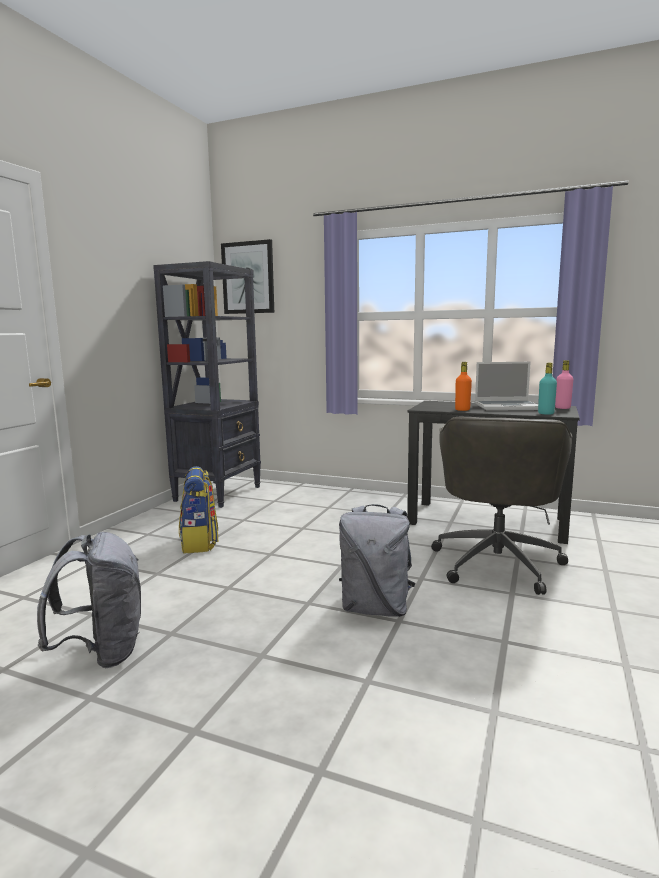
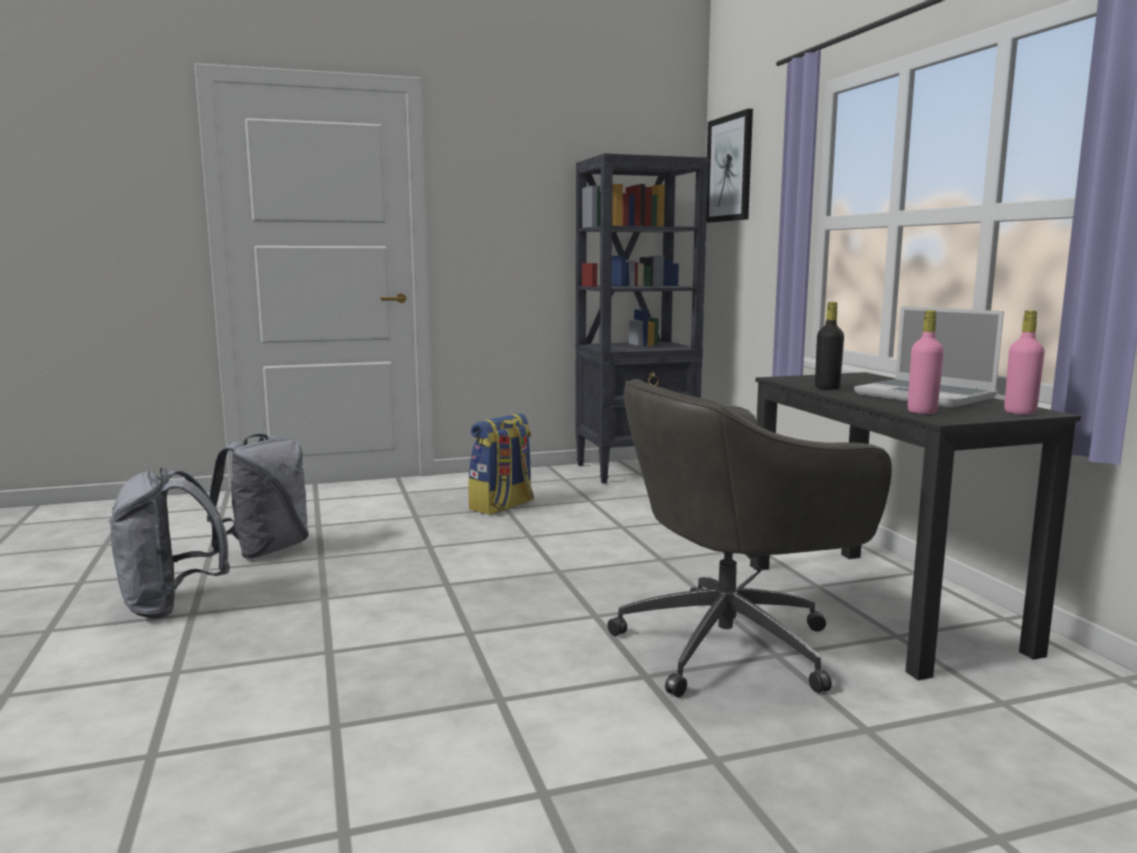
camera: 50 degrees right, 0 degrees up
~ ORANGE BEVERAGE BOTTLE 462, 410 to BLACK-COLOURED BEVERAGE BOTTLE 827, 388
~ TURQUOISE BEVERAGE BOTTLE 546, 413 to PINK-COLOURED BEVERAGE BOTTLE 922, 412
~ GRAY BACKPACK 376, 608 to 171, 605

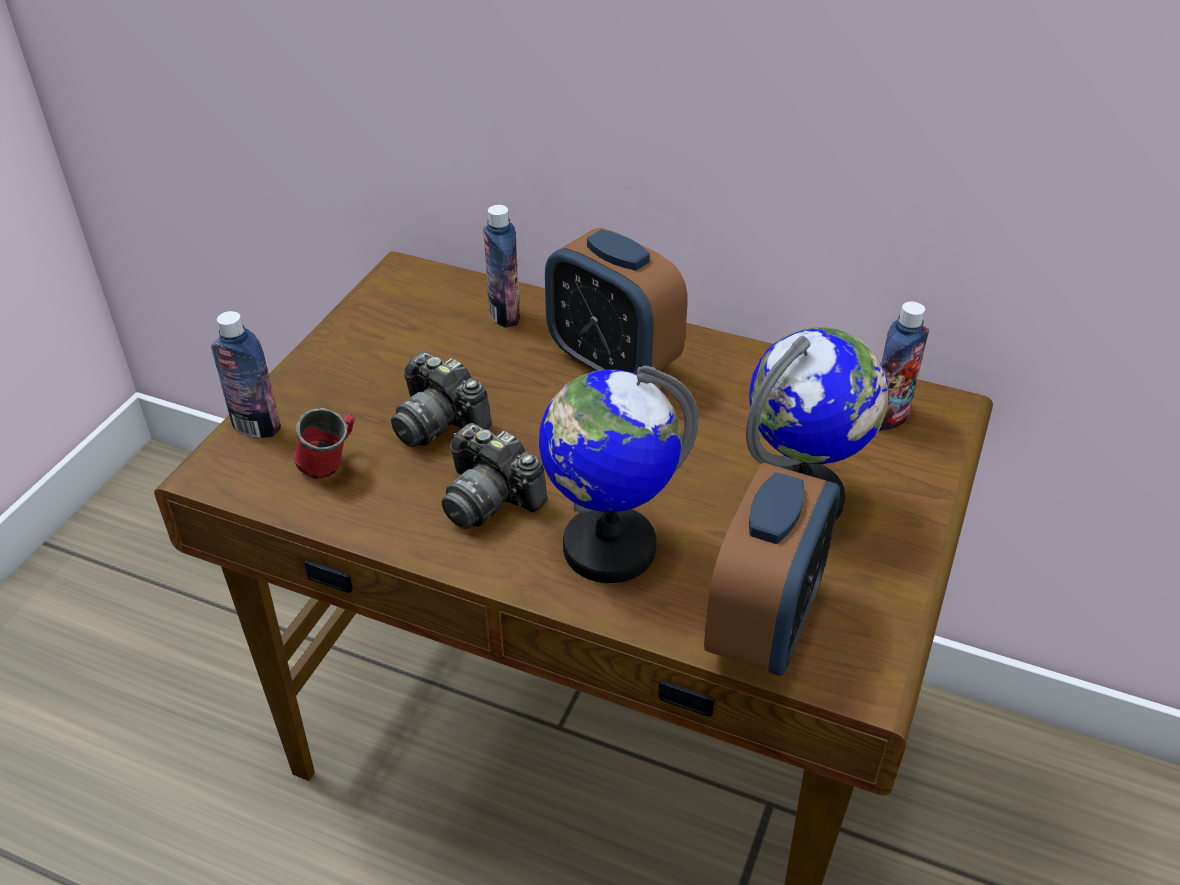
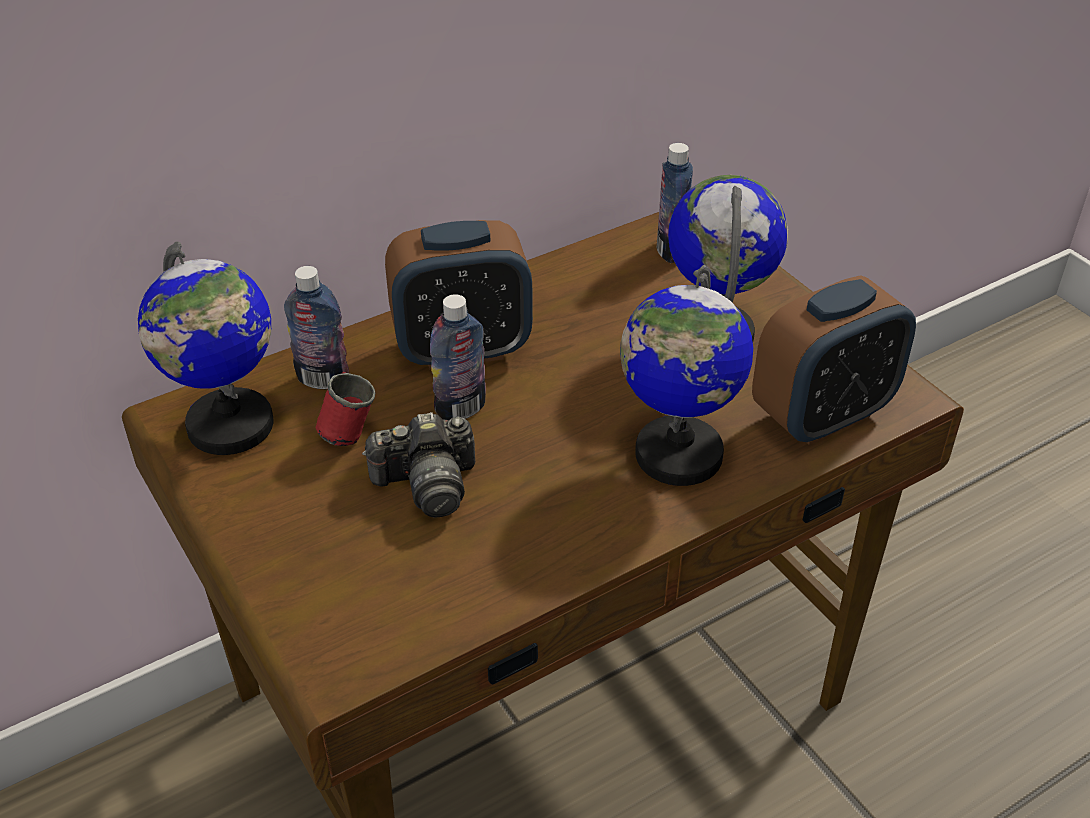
camera: 55 degrees left, 0 degrees up
~ BEVERAGE BOTTLE 256, 427 to 460, 409
~ REDDISH MUG 332, 465 to 348, 429
- PHOTO CAMERA 489, 498
~ ALARM CLOCK 764, 625 = 823, 415 90 degrees clockwise
+ GLOBE 230, 426

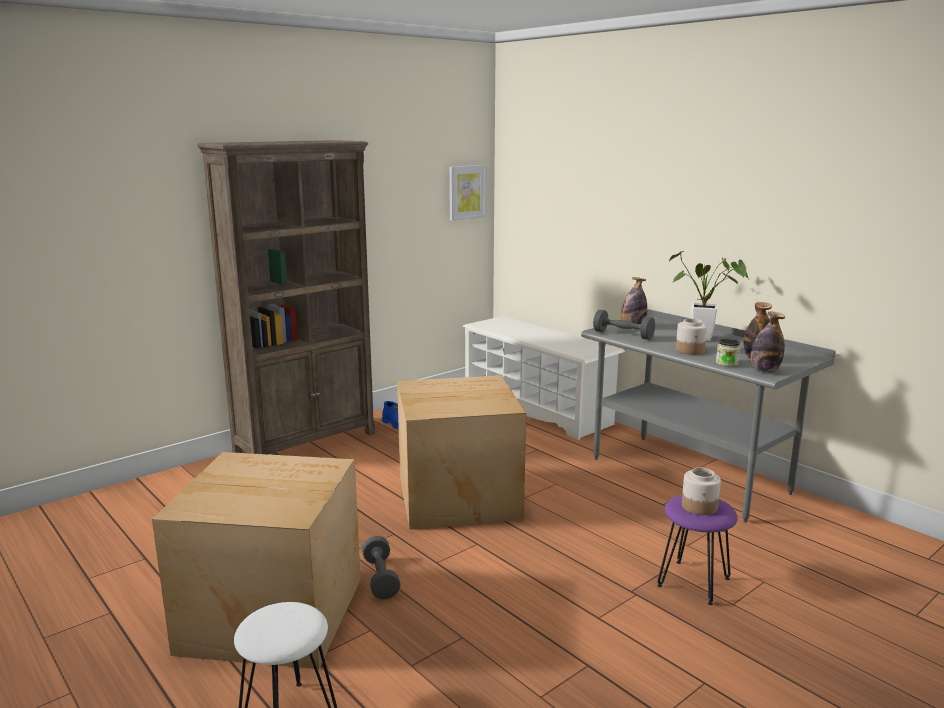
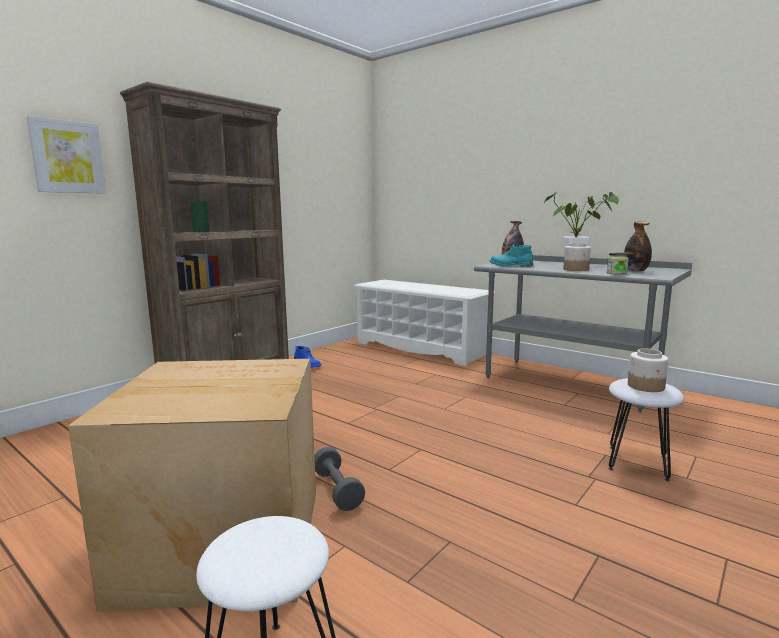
camera: 10 degrees left, 5 degrees down
~ WALL PICTURE 467, 192 to 67, 157
~ GRAY HAND WEIGHT 623, 335 to TURQUOISE BOOT 510, 266
- BEVERAGE BOTTLE 764, 371
- CARDBOARD BOX 456, 496
~ PURPLE STOOL 694, 582 to WHITE-COLOURED STOOL 638, 463

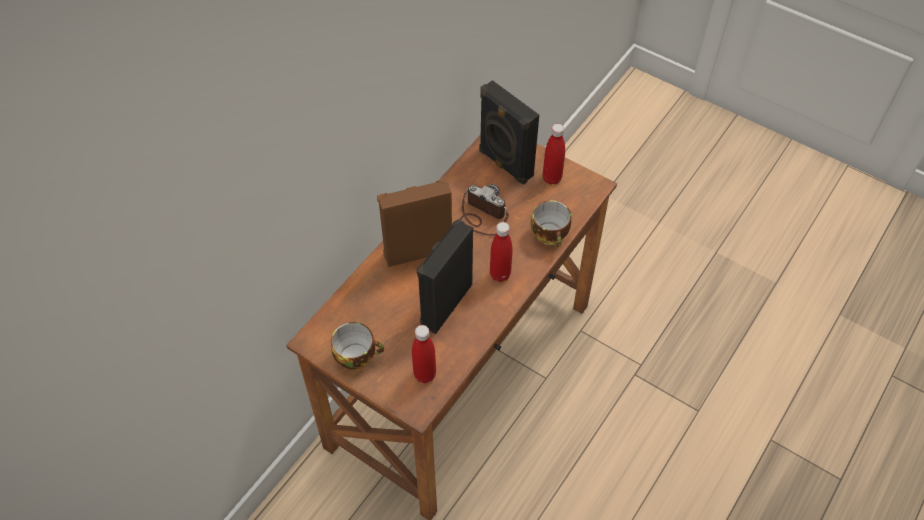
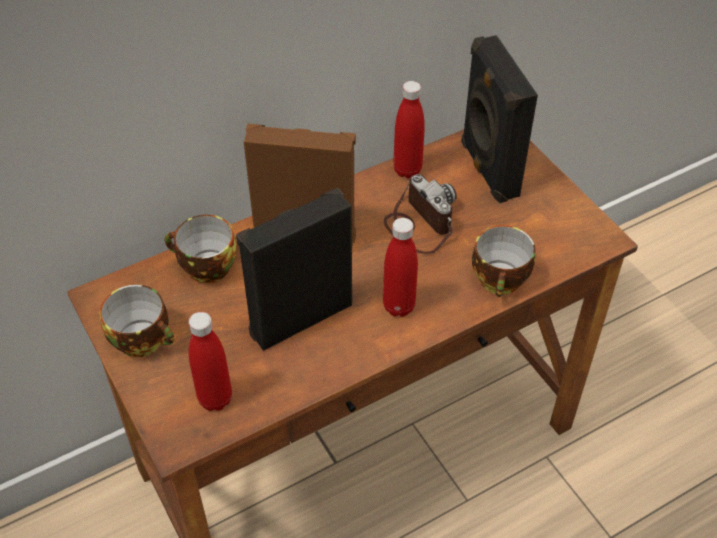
camera: 25 degrees right, 5 degrees down
~ REDDISH BEVERAGE BOTTLE 552, 178 to 407, 170
+ CUP 205, 268

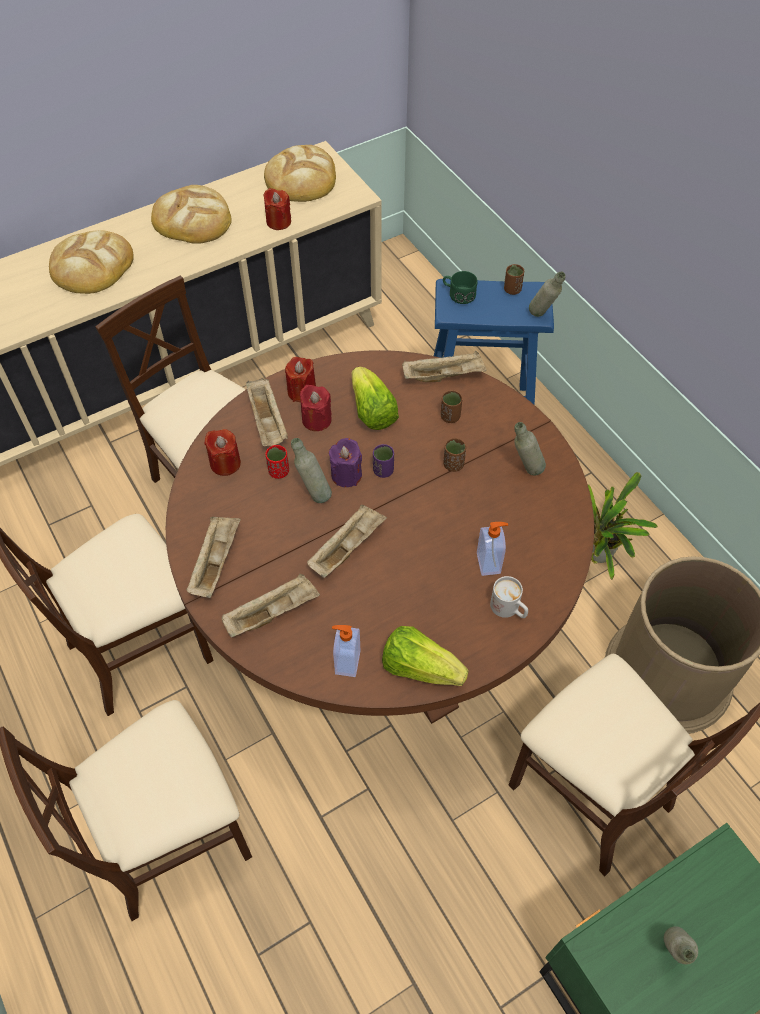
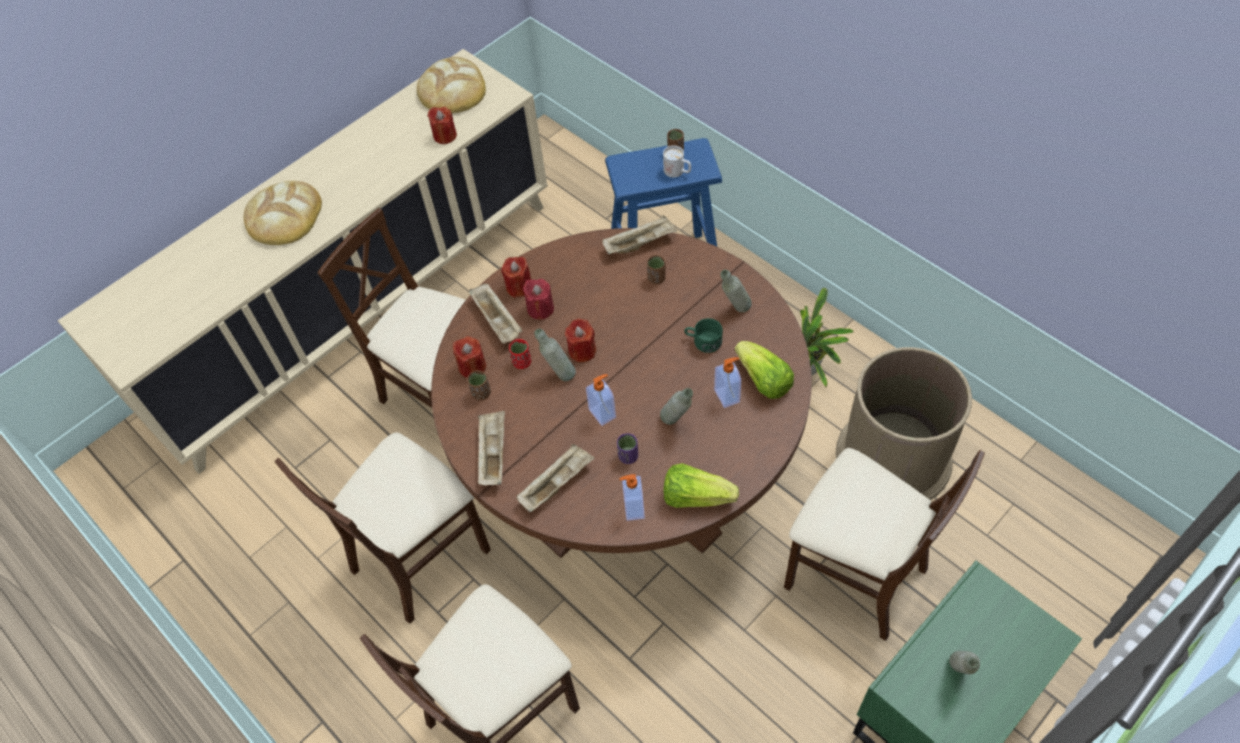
camera: 10 degrees left, 0 degrees up
- BAKED BREAD 192, 219
~ GREEN MUG 458, 294 to 703, 341
~ GRAY BEVERAGE BOTTLE 542, 317 to 677, 423
~ LETTUCE HEAD 372, 411 to 763, 380
~ PURPLE WAX CANDLE 346, 475 to REDDISH WAX CANDLE 582, 351
~ BROWNISH CUP 453, 464 to 481, 393
~ PURPLE CUP 383, 470 to 628, 456
~ BEIGE CARRYING TRAY 347, 548 to LIQUID SOAP BOTTLE 603, 413
~ WHITE-COLOURED MUG 509, 609 to 677, 172

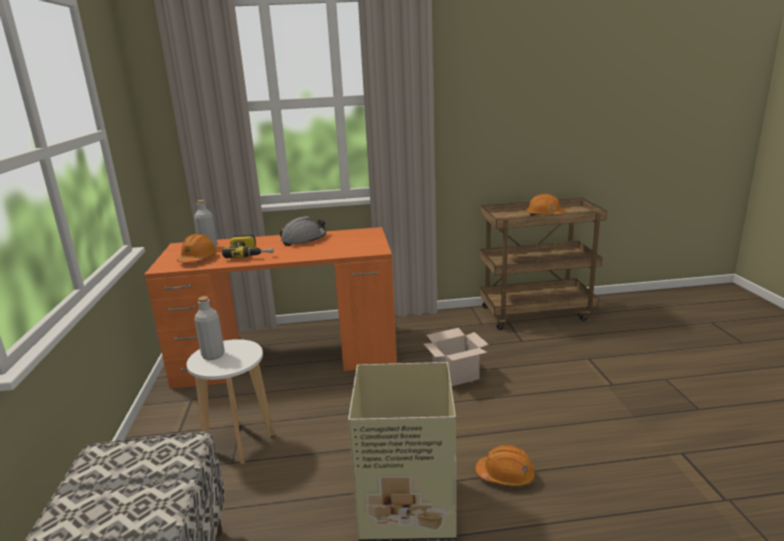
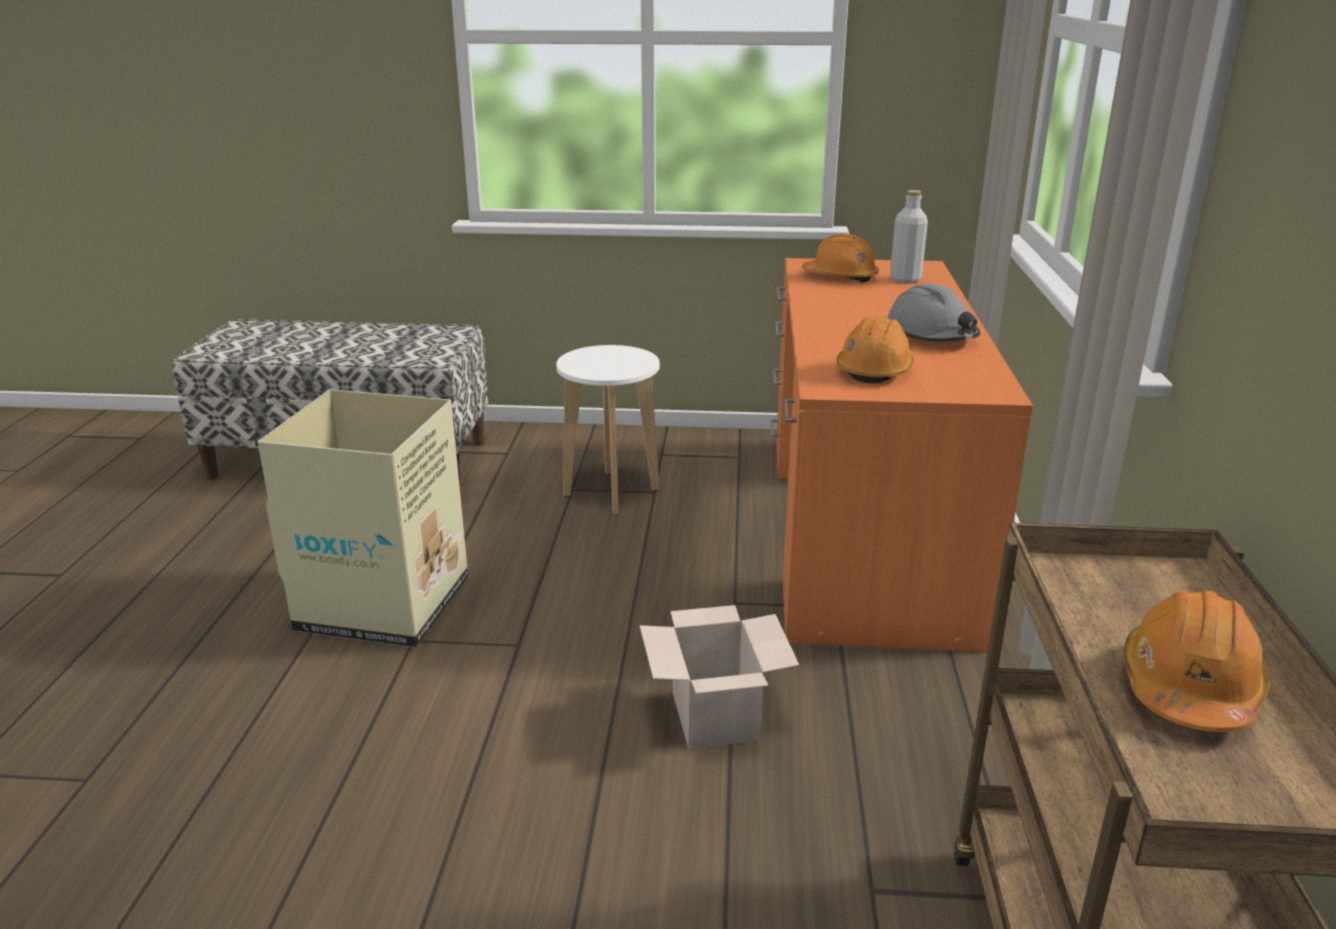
camera: 100 degrees right, 5 degrees up
- POWER DRILL 251, 253
- GRAY BEVERAGE BOTTLE 213, 355
~ ORANGE HARD HAT 506, 475 to 875, 370

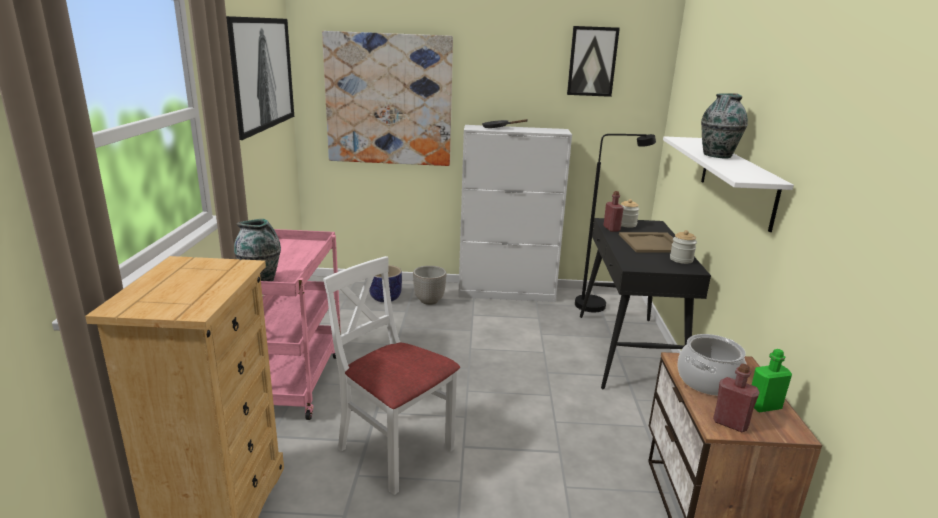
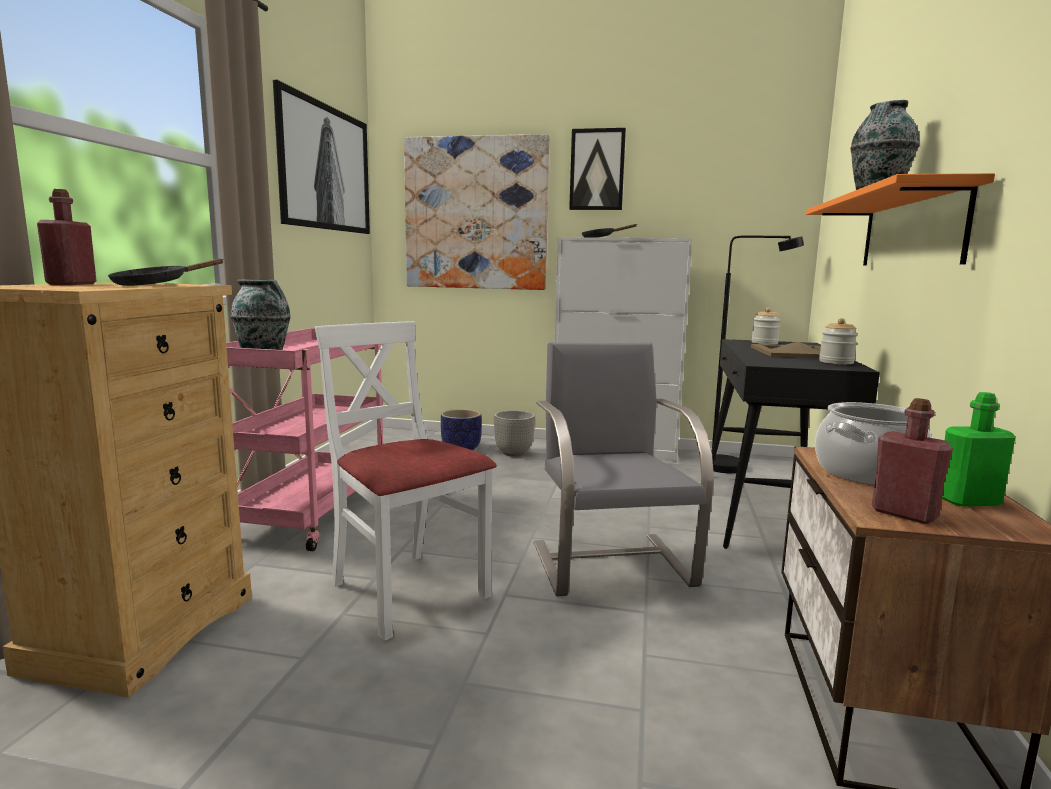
camera: 10 degrees right, 10 degrees down
~ WALL PICTURE 592, 61 to 597, 170
~ WHITE-COLOURED SHELF 736, 180 to ORANGE SHELF 910, 230
~ REDDISH BEVERAGE BOTTLE 611, 229 to 71, 284
+ BLACK-COLOURED FRYING PAN 157, 285
+ GRAY CHAIR 611, 562

